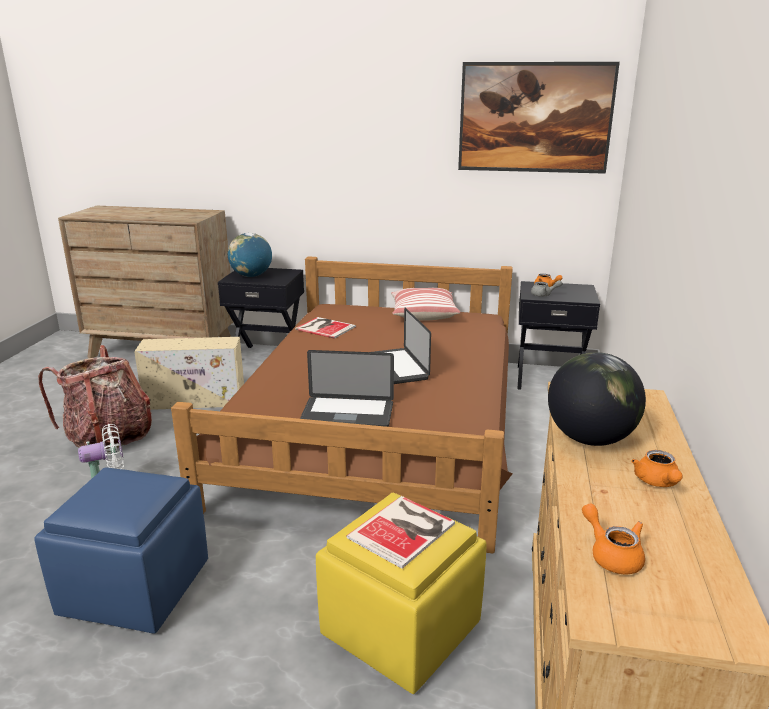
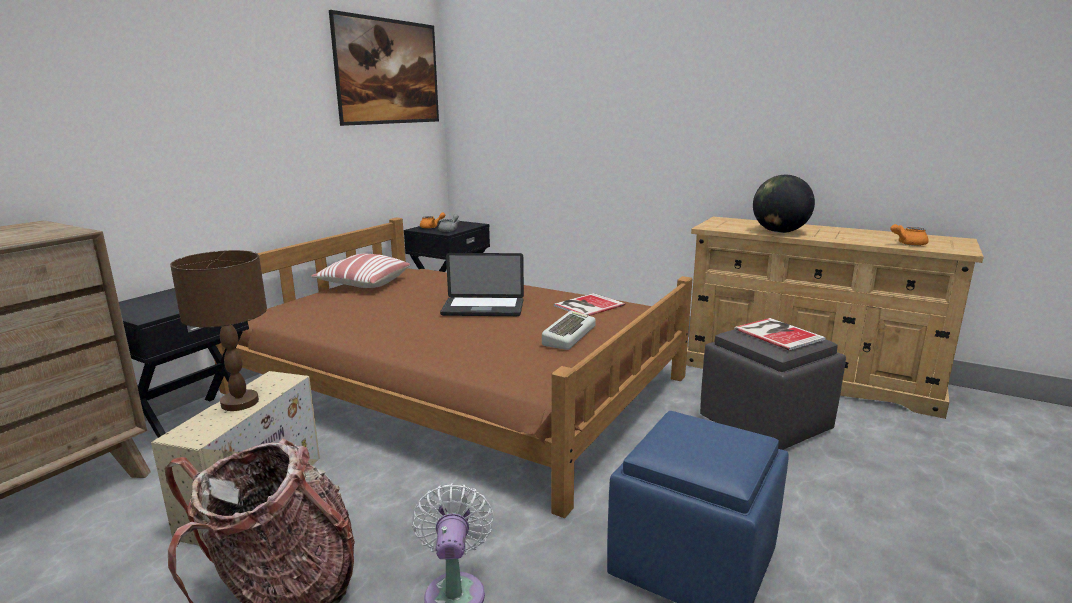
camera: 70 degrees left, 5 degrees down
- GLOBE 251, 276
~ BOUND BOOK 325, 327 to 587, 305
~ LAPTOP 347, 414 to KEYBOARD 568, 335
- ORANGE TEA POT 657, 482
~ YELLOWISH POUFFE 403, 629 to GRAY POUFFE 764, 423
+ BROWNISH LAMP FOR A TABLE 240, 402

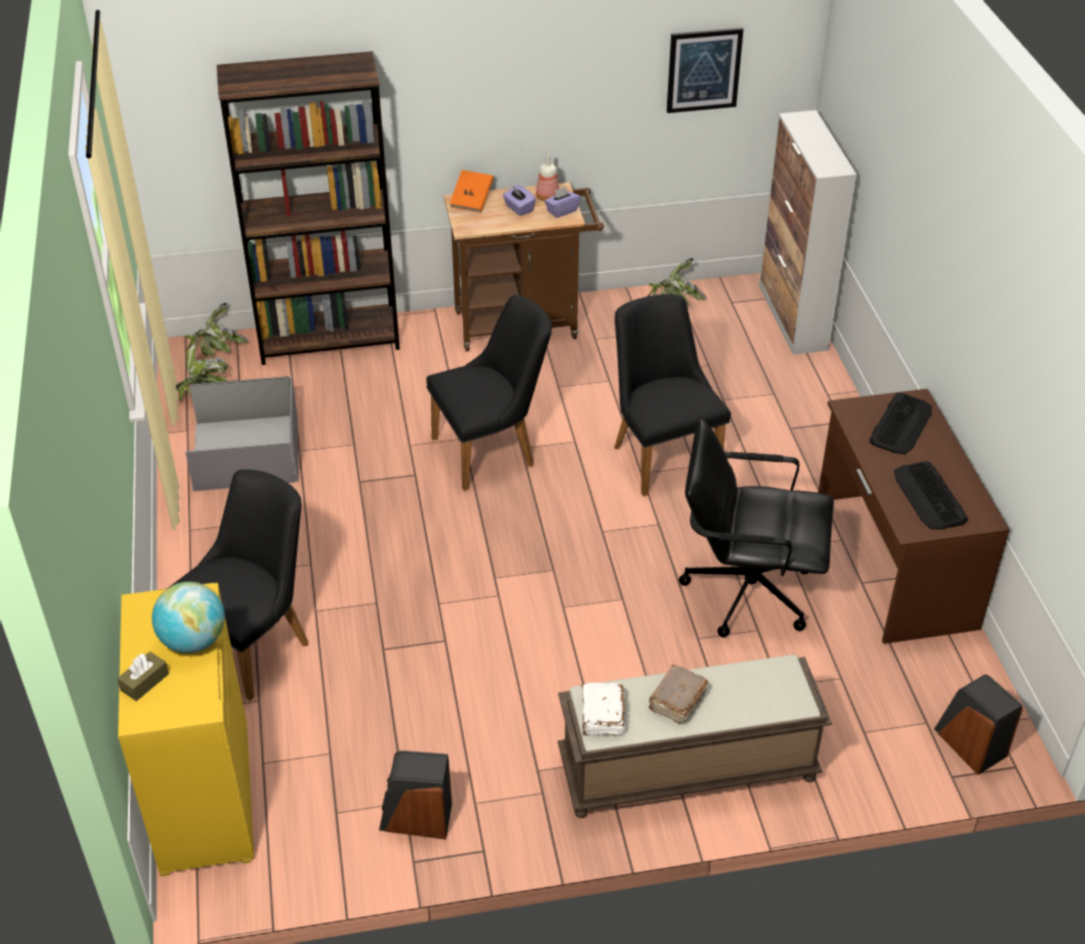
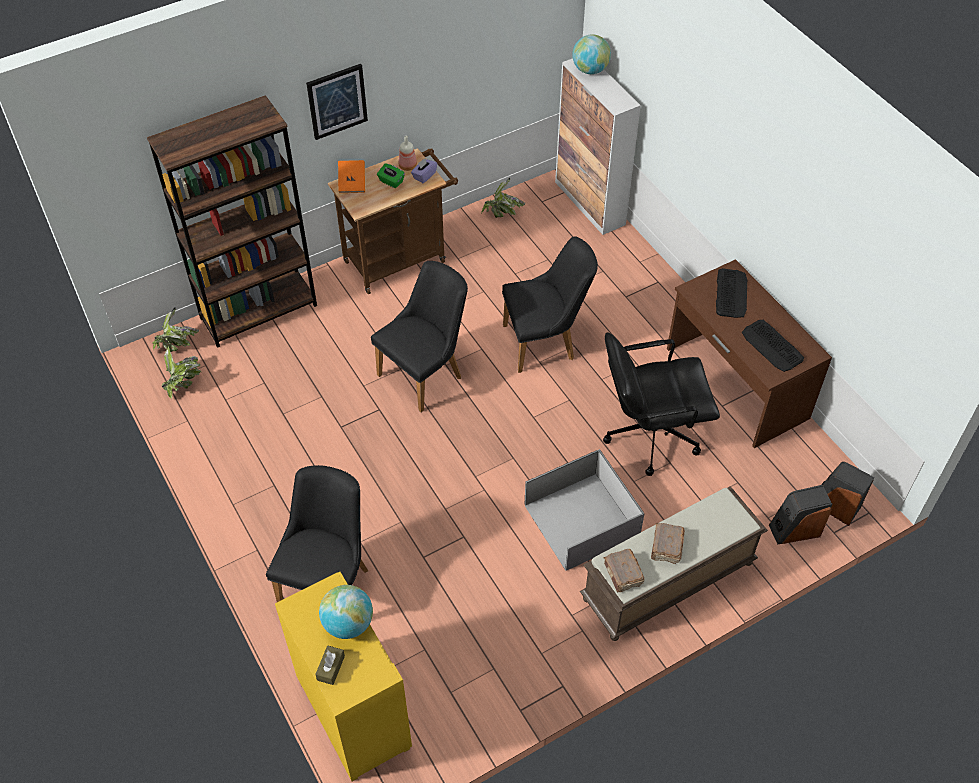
camera: 20 degrees left, 10 degrees up
~ WALL PICTURE 703, 70 to 337, 101
~ PURPLE TISSUE BOX 519, 208 to GREEN TISSUE BOX 391, 182
~ BLACK-COLOURED CHAIR 660, 453 = 546, 342 120 degrees clockwise
~ GRAY STORAGE BIN 246, 450 to 580, 519
~ WHITE-COLOURED BOUND BOOK 602, 716 to BROWNISH BOUND BOOK 623, 574
~ SPEAKER 416, 818 to 794, 529
+ GLOBE 590, 70

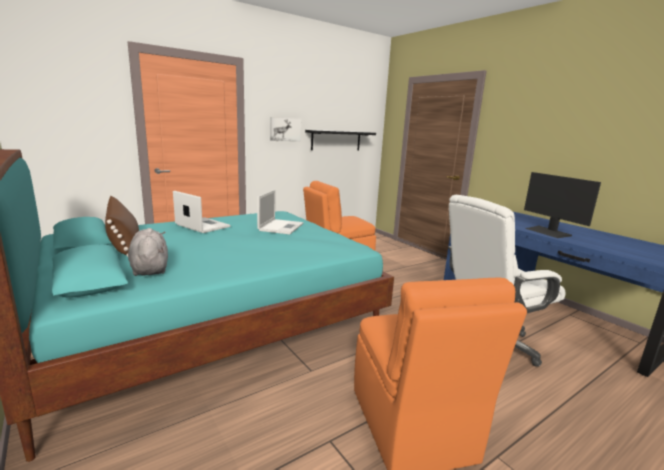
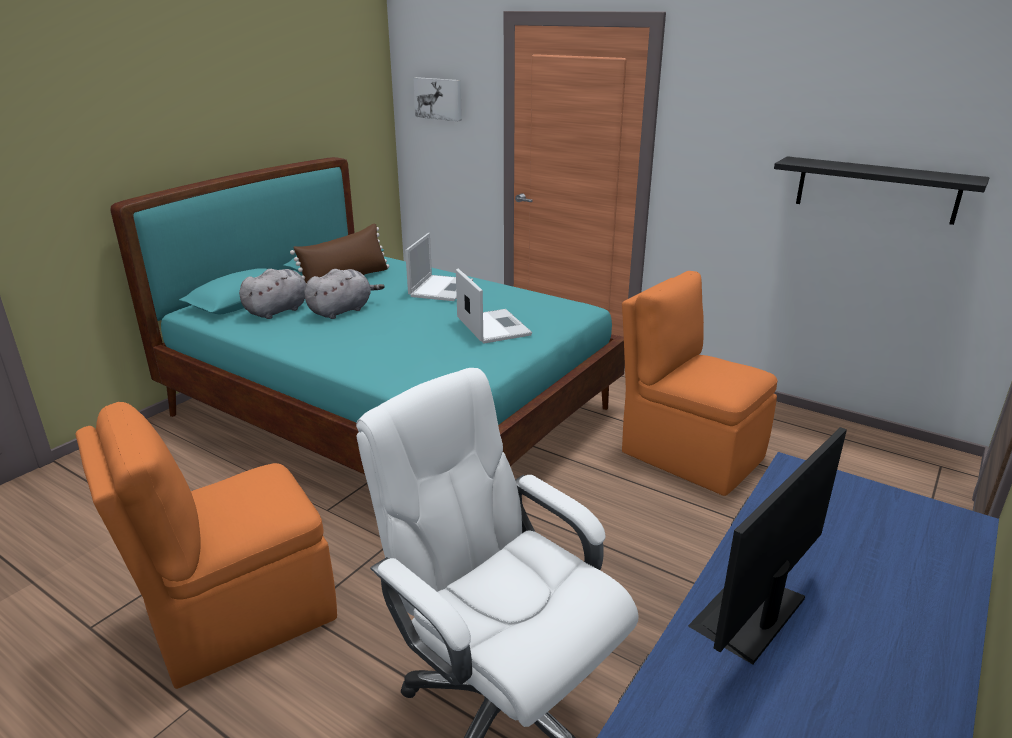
camera: 70 degrees right, 10 degrees up
~ WALL PICTURE 285, 129 to 439, 98
~ LAPTOP 281, 227 = 492, 326 105 degrees counterclockwise
+ GRAY CUDDLY TOY 342, 310

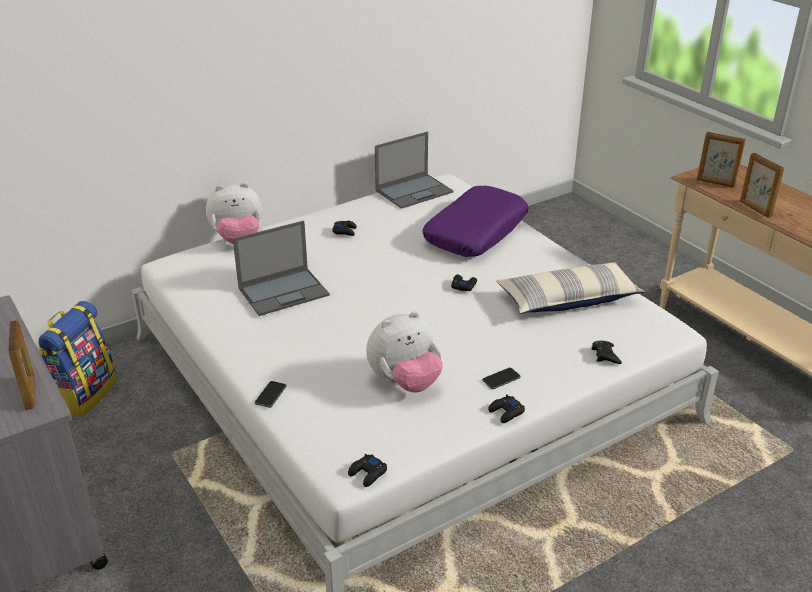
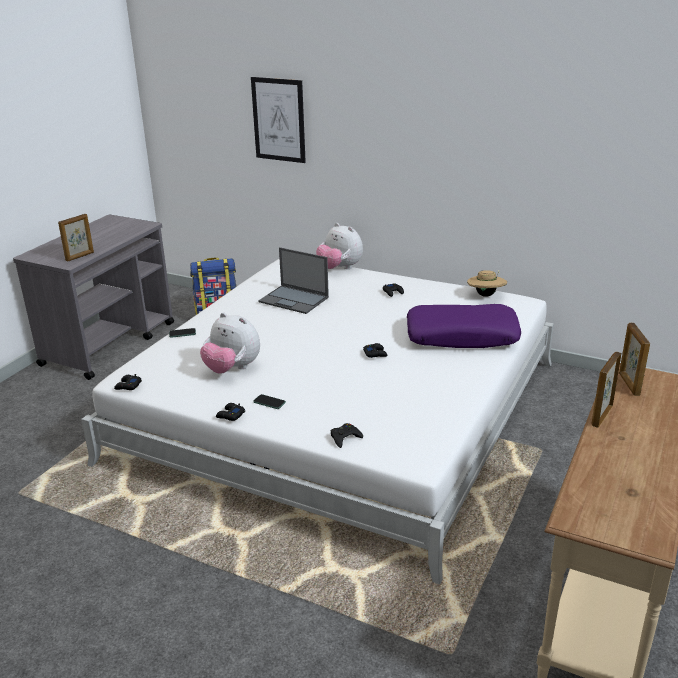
camera: 60 degrees right, 5 degrees down
~ LAPTOP 414, 191 to BEIGE CLOTHING HAT 486, 295
- THROW PILLOW 568, 299
+ WALL PICTURE 278, 120

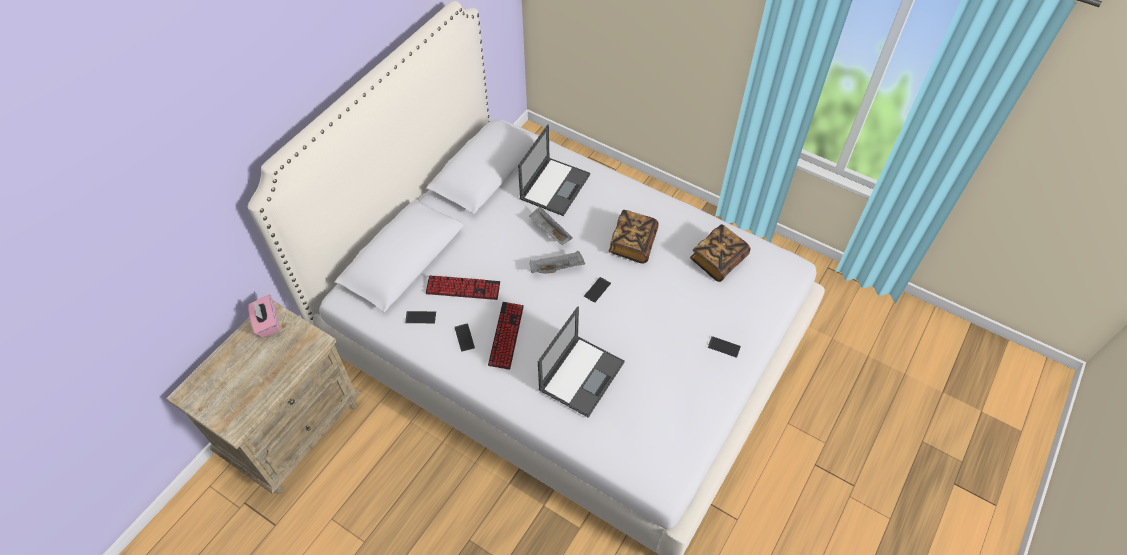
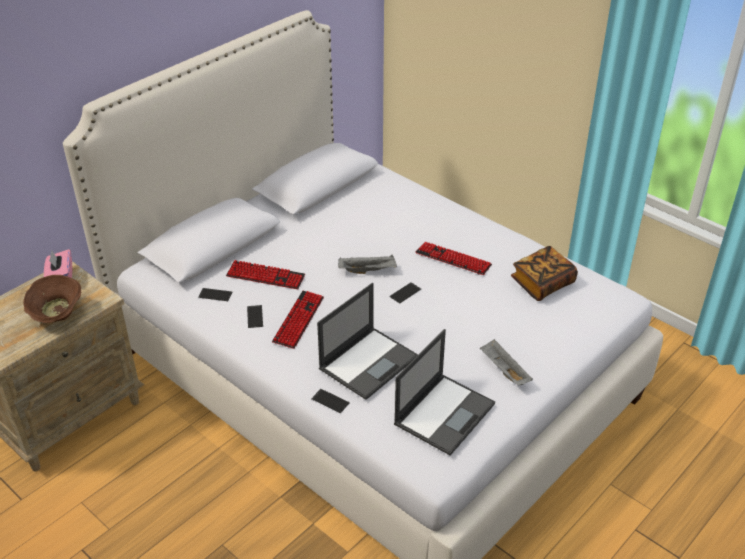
camera: 10 degrees right, 15 degrees down
~ LAPTOP 555, 186 to 445, 413
~ GRAY CARRYING TRAY 549, 231 to 503, 370
~ BOUND BOOK 632, 244 to KEYBOARD 453, 259
~ TELEPHONE 724, 347 to 330, 401
+ BROWNISH DEEP DISH 57, 315

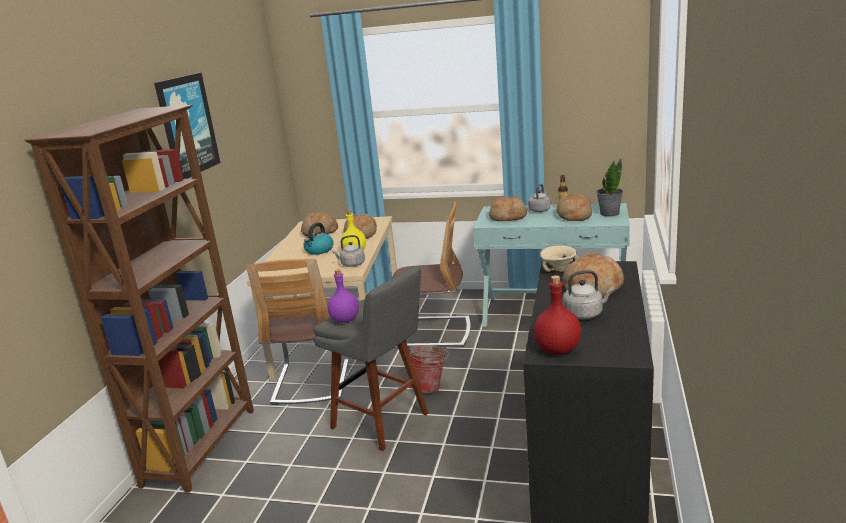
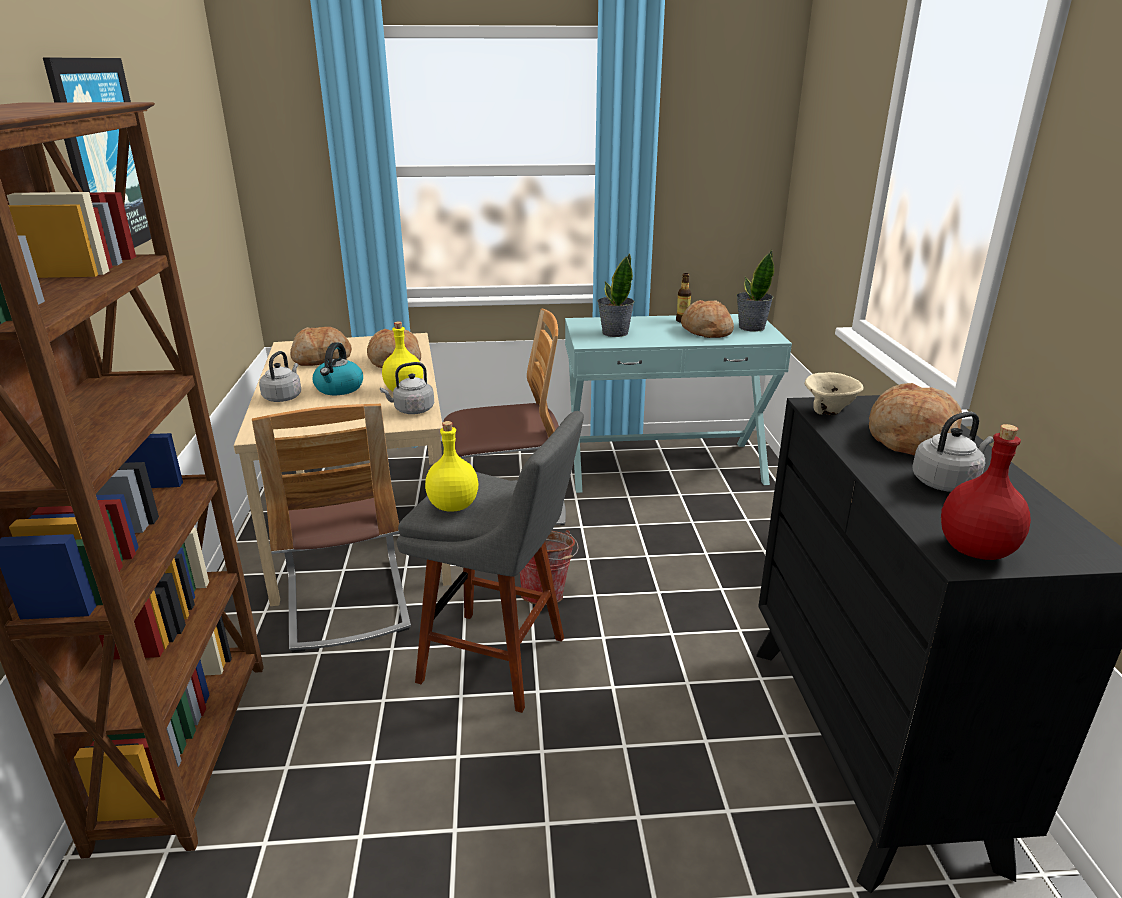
camera: 20 degrees left, 5 degrees up
~ GRAY TEA KETTLE 540, 210 to 283, 397
~ BAKED BREAD 508, 217 to HOUSEPLANT 614, 333
~ PURPLE BEVERAGE BOTTLE 344, 319 to YELLOWISH BEVERAGE BOTTLE 452, 505

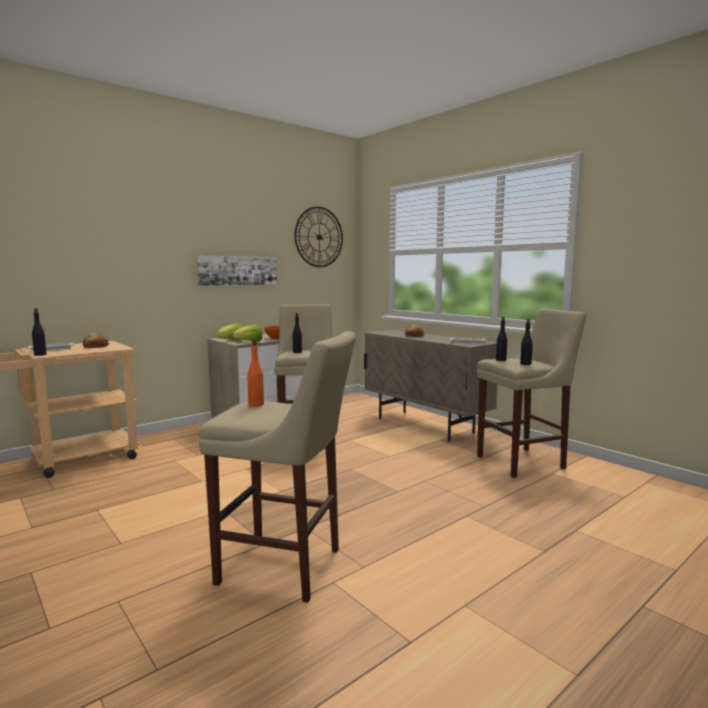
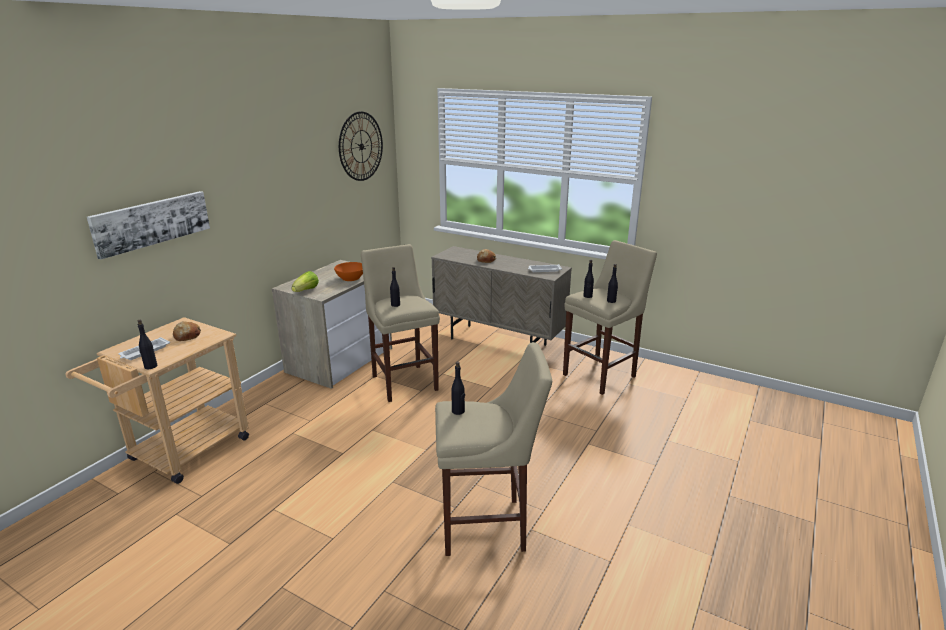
camera: 20 degrees left, 15 degrees up
~ WALL PICTURE 238, 270 to 152, 222
- LETTUCE HEAD 249, 342
~ ORANGE BEVERAGE BOTTLE 256, 404 to BLACK-COLOURED BEVERAGE BOTTLE 458, 411

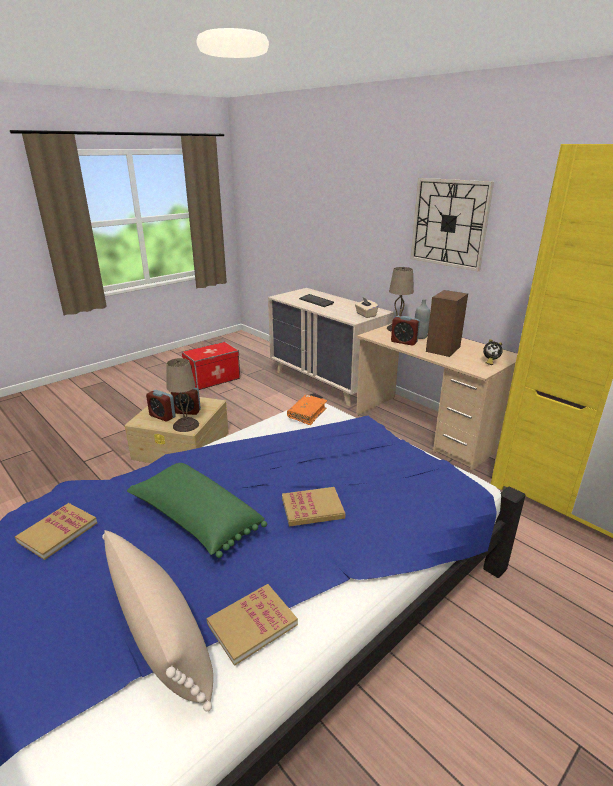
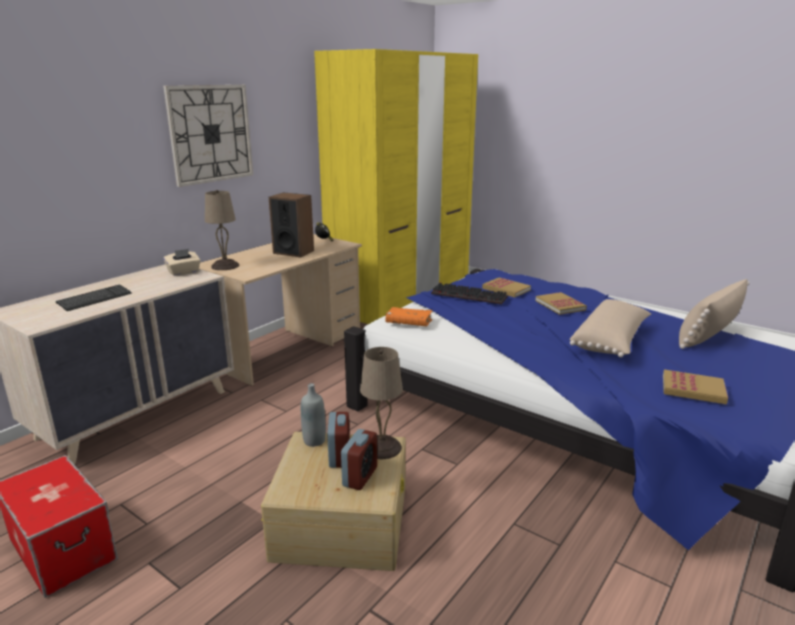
camera: 100 degrees left, 5 degrees down
~ GRAY BEVERAGE BOTTLE 420, 336 to 314, 441
- ALARM CLOCK 404, 342
~ GREEN THROW PILLOW 195, 520 to BEIGE THROW PILLOW 611, 341
~ BOUND BOOK 252, 624 to 506, 289
+ KEYBOARD 470, 295

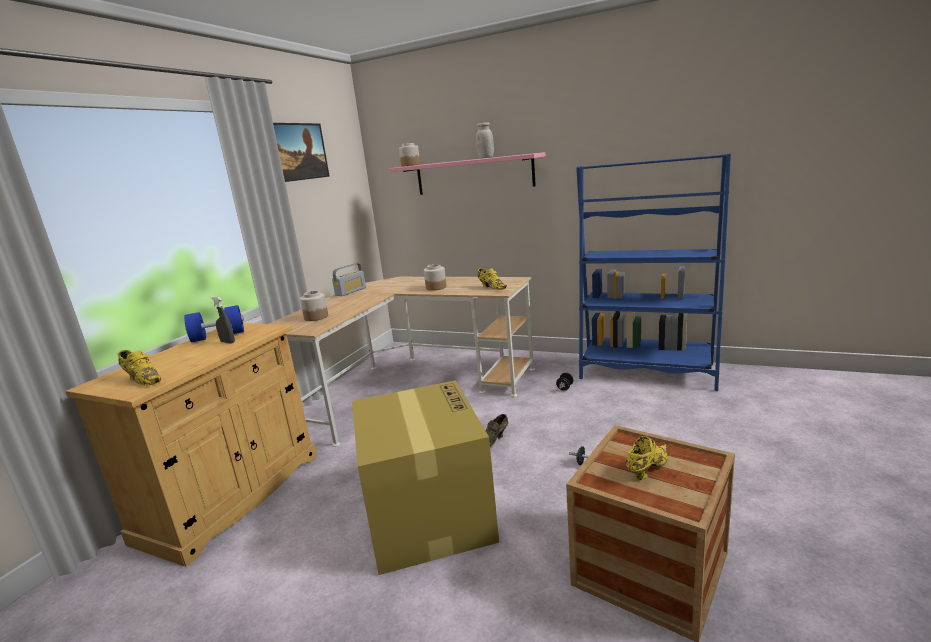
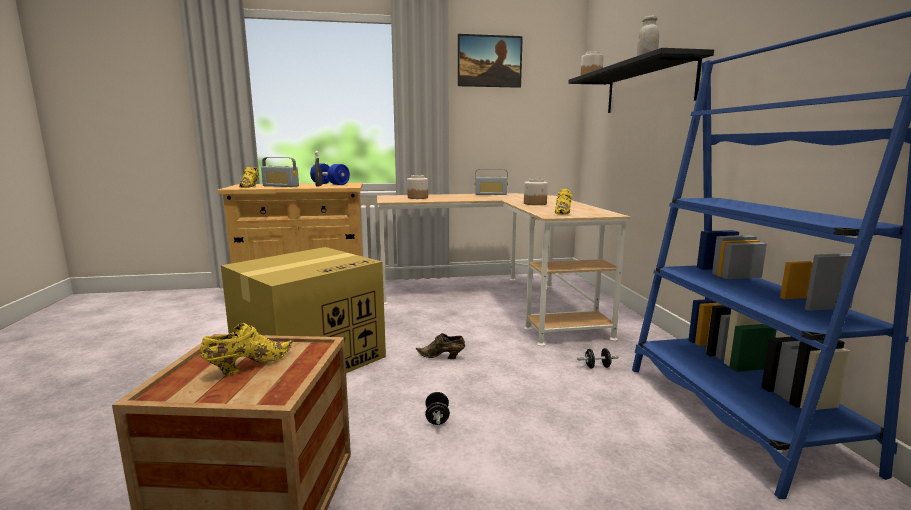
camera: 55 degrees right, 5 degrees down
~ PINK-COLOURED SHELF 473, 175 to BLACK-COLOURED SHELF 647, 87
~ YELLOWISH SHOE 646, 469 = 247, 365 60 degrees counterclockwise
+ RADIO SET 281, 186

